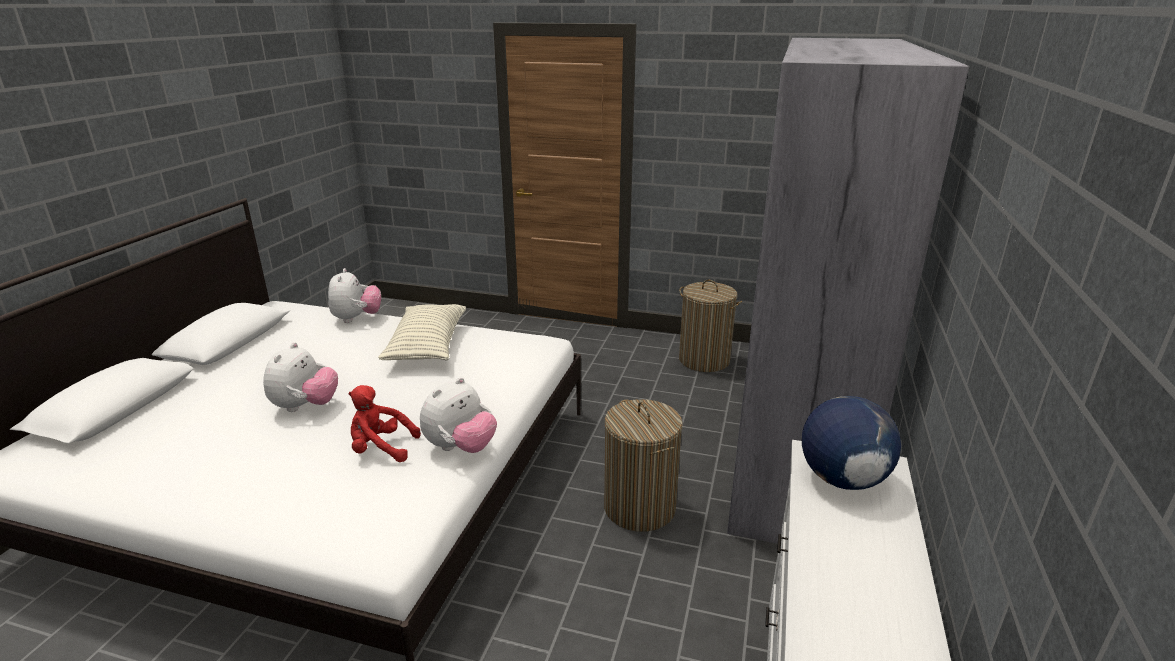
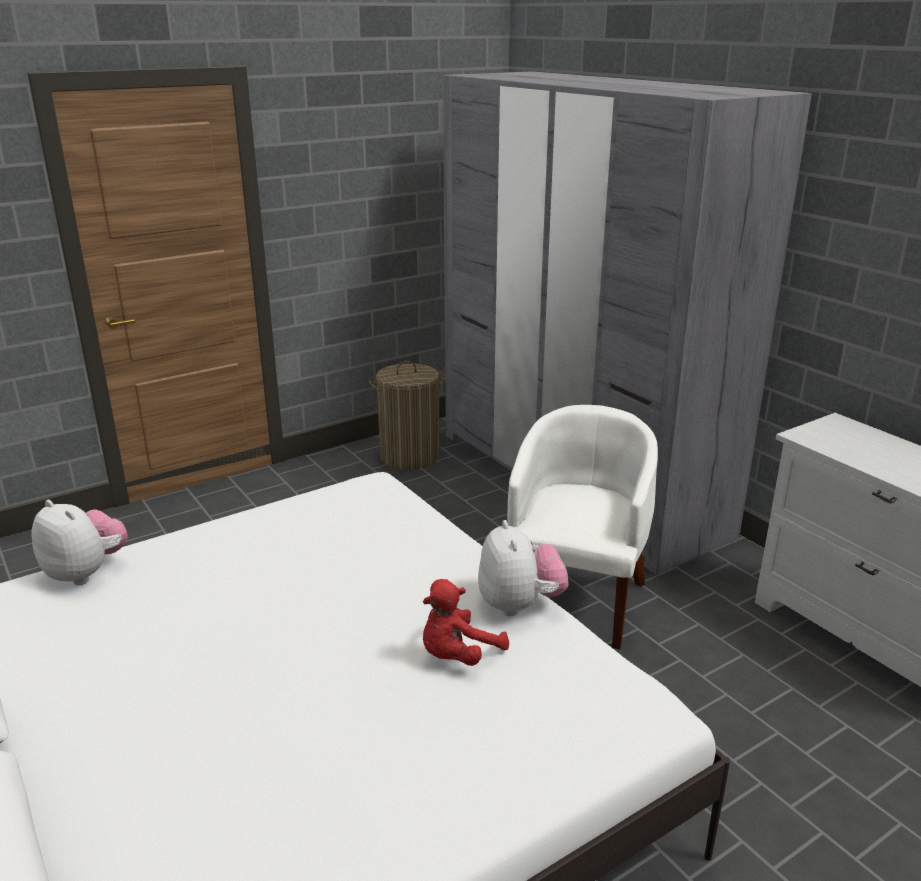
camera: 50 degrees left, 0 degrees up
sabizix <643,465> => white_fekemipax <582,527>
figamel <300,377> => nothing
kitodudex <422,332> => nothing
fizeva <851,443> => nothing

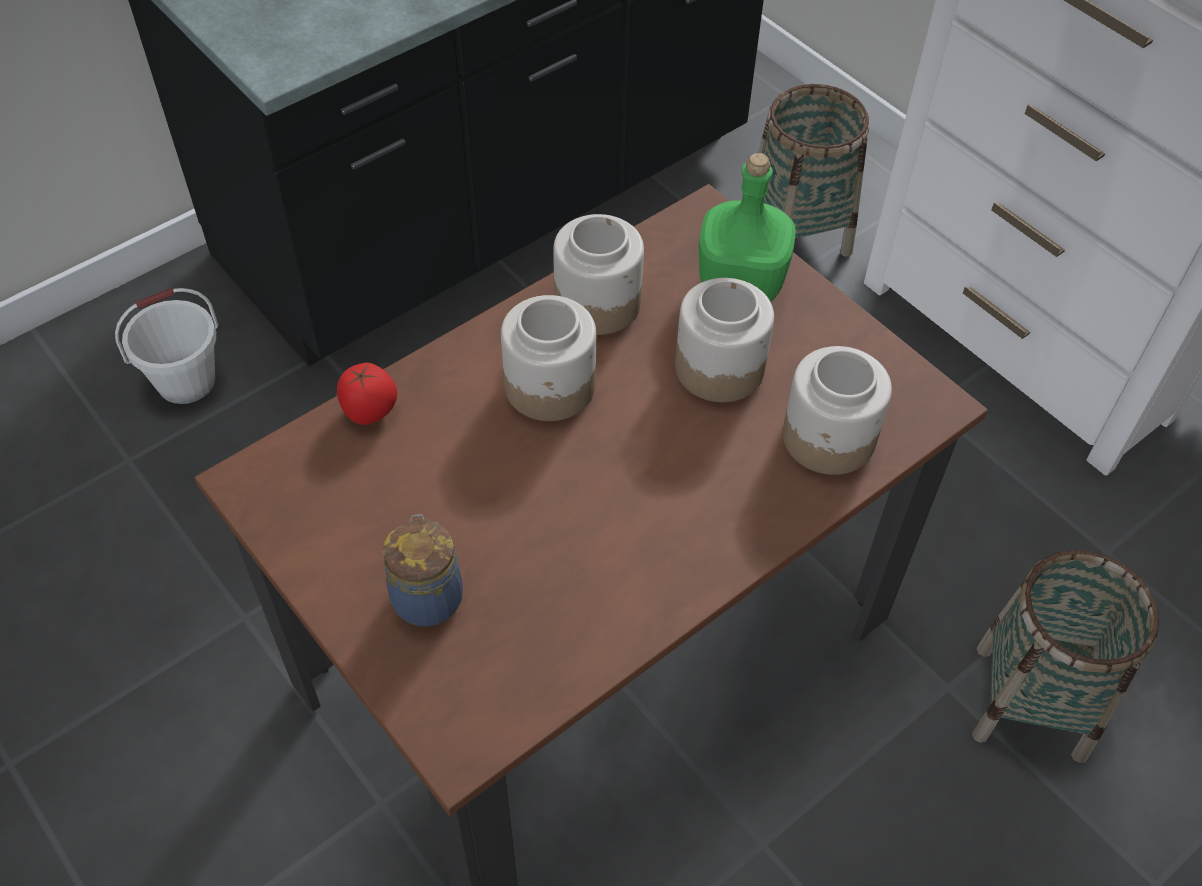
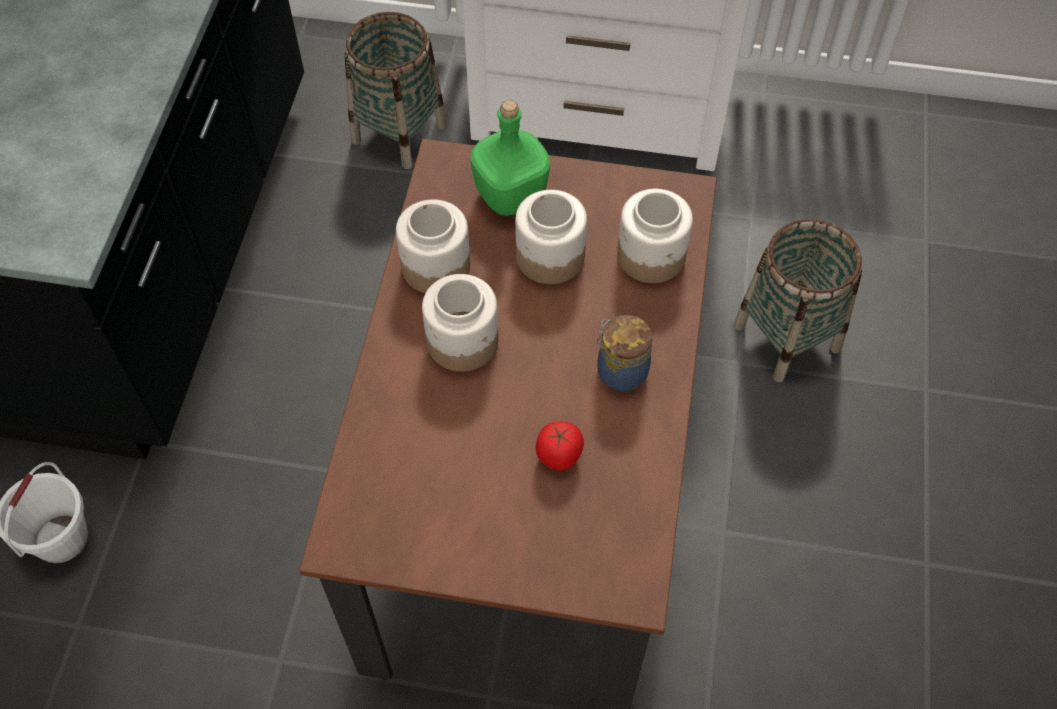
camera: 40 degrees left, 5 degrees up
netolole <367,394> => netolole <560,446>, shifted
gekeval <423,570> => gekeval <624,353>, shifted

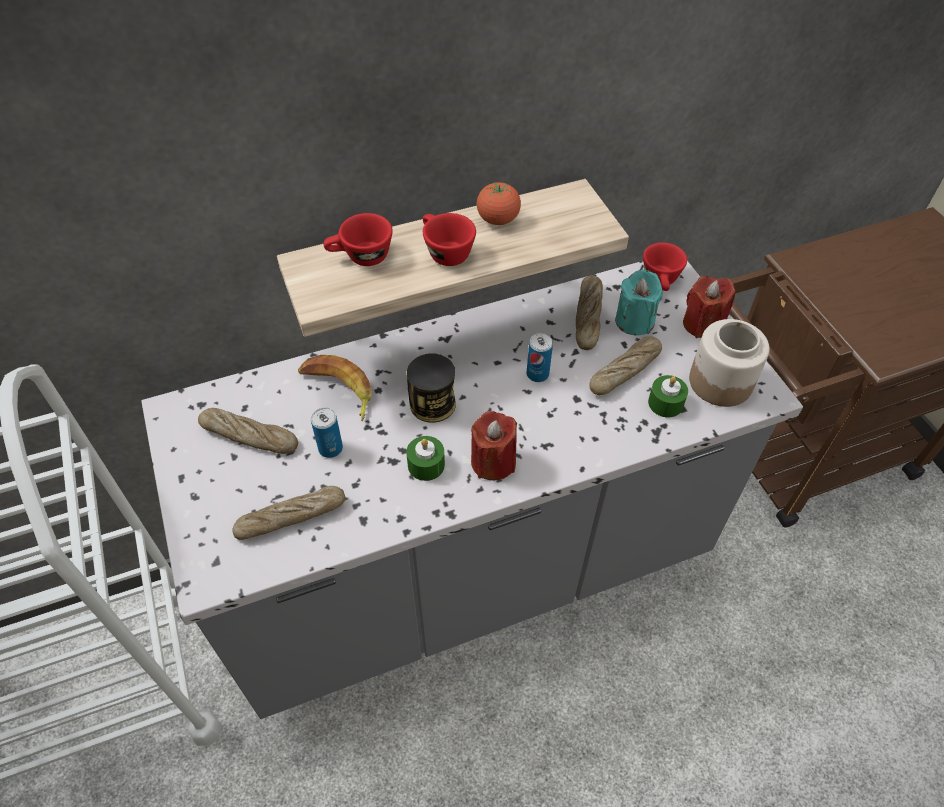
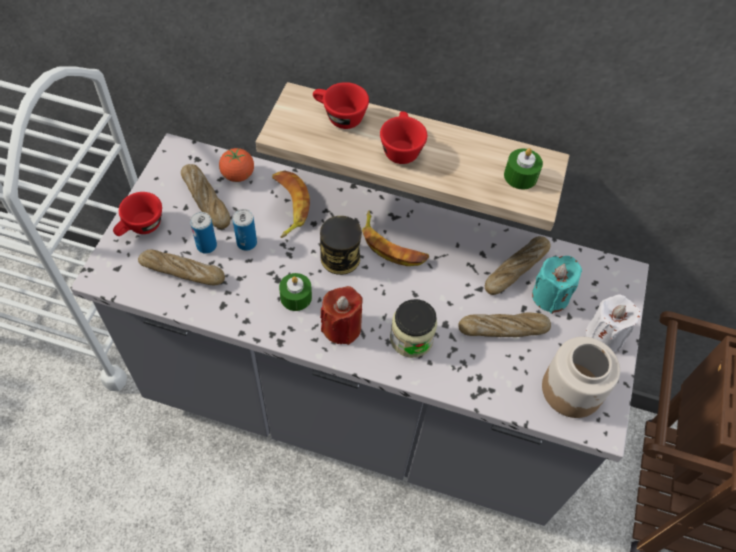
camera: 35 degrees right, 5 degrees up
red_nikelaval <665,267> => red_nikelaval <137,214>, shifted
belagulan <540,357> => belagulan <203,233>, shifted
netolole <499,203> => netolole <236,165>, shifted
nothing => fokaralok <395,238>
nothing => gekeval <413,328>
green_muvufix <668,396> => green_muvufix <523,169>, shifted
red_muvufix <709,307> => white_muvufix <613,323>

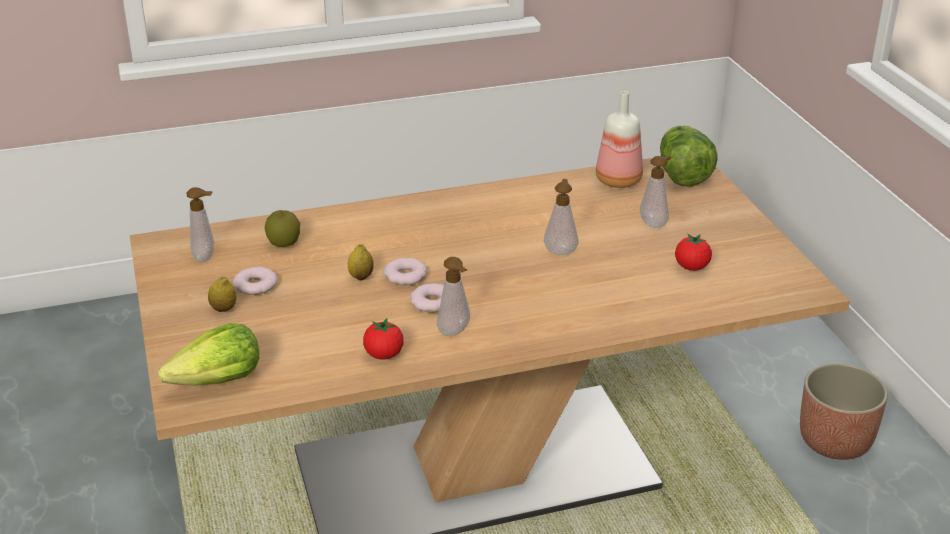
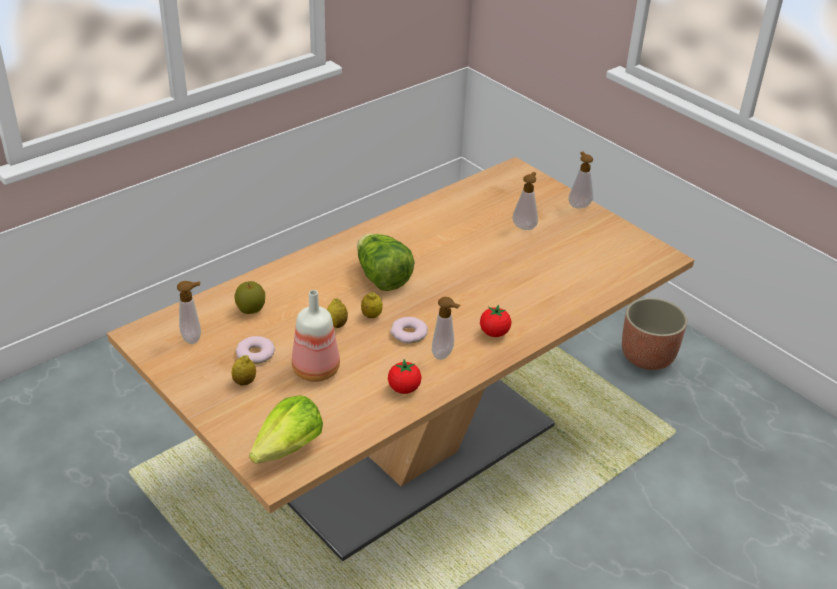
camera: 25 degrees left, 5 degrees up
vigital <619,139> => vigital <316,336>, shifted
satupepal <689,156> => satupepal <386,262>, shifted
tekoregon <405,272> => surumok <372,305>
netolole <693,252> => netolole <495,321>, shifted
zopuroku <561,217> => zopuroku <580,180>, shifted

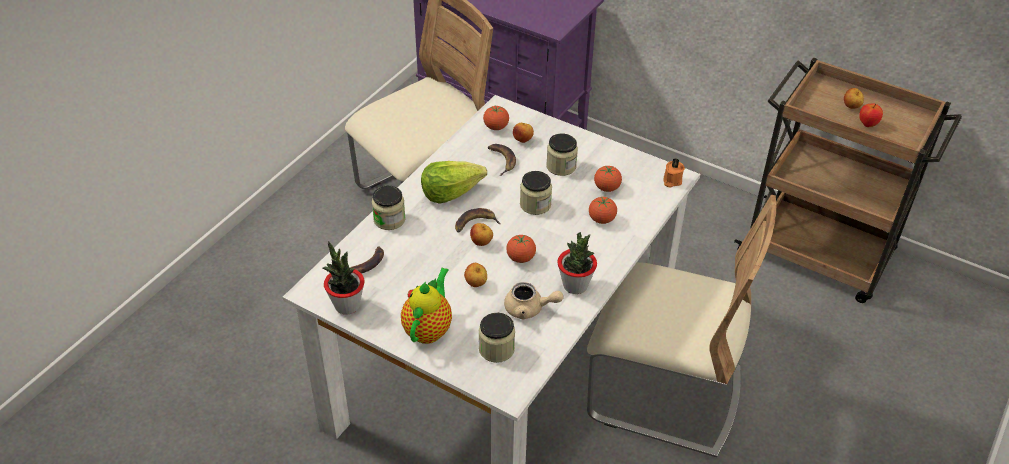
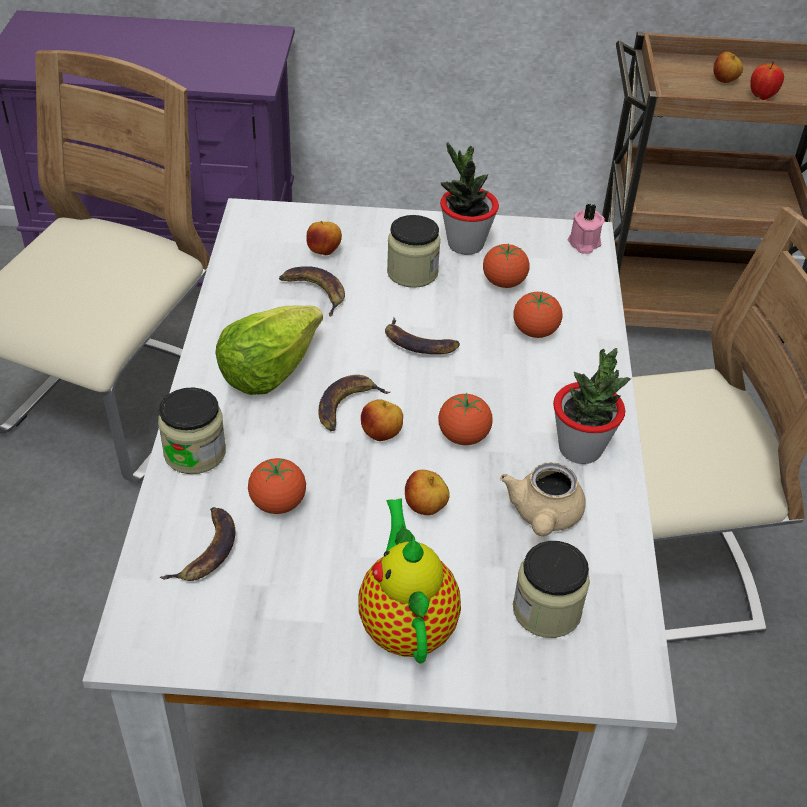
camera: 30 degrees left, 0 degrees up
netolole <496,118> => netolole <277,486>, shifted
gekeval <536,193> => fokaralok <422,336>
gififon <344,278> => gififon <469,198>, shifted
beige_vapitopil <533,300> => beige_vapitopil <543,499>, 120 degrees clockwise
orange_muvufix <674,173> => pink_muvufix <586,228>

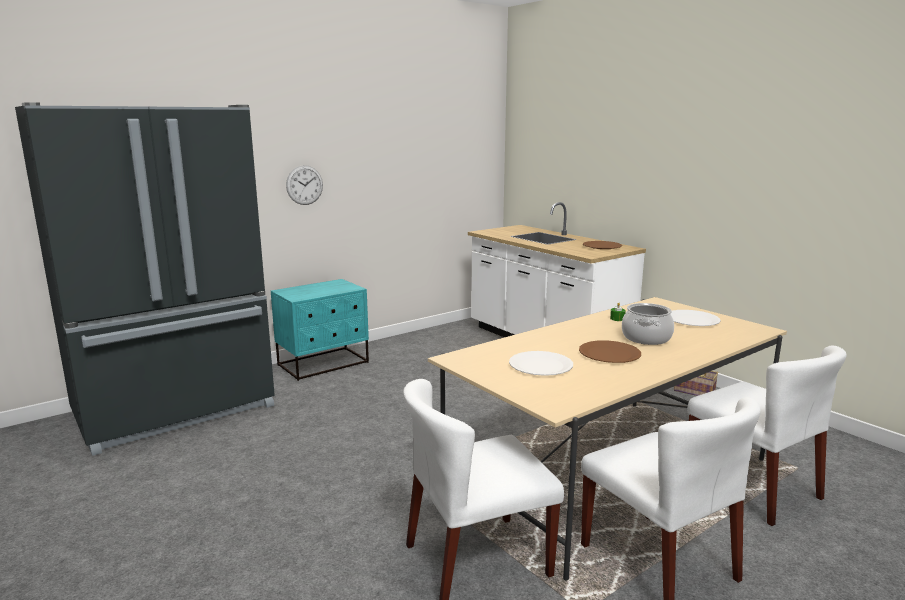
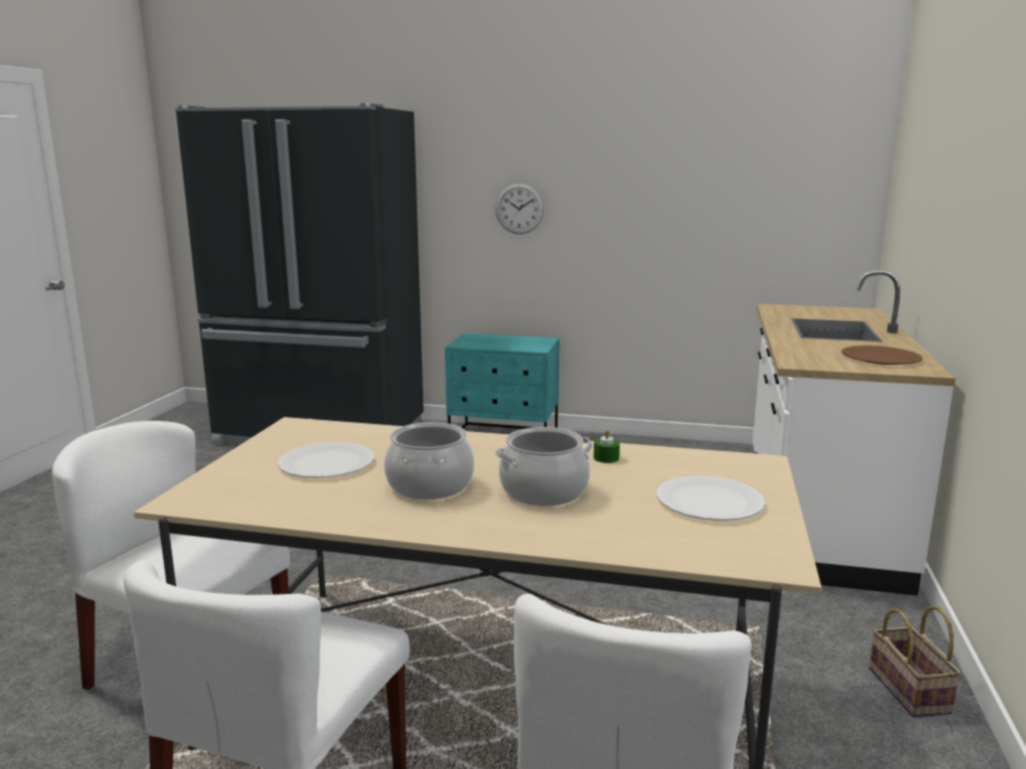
camera: 50 degrees right, 0 degrees up
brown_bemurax <610,351> => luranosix <429,461>

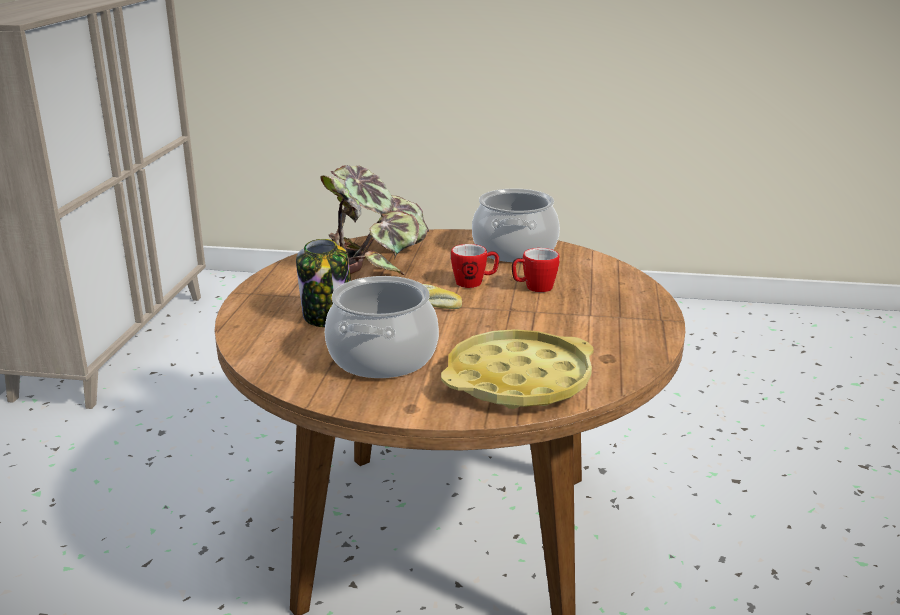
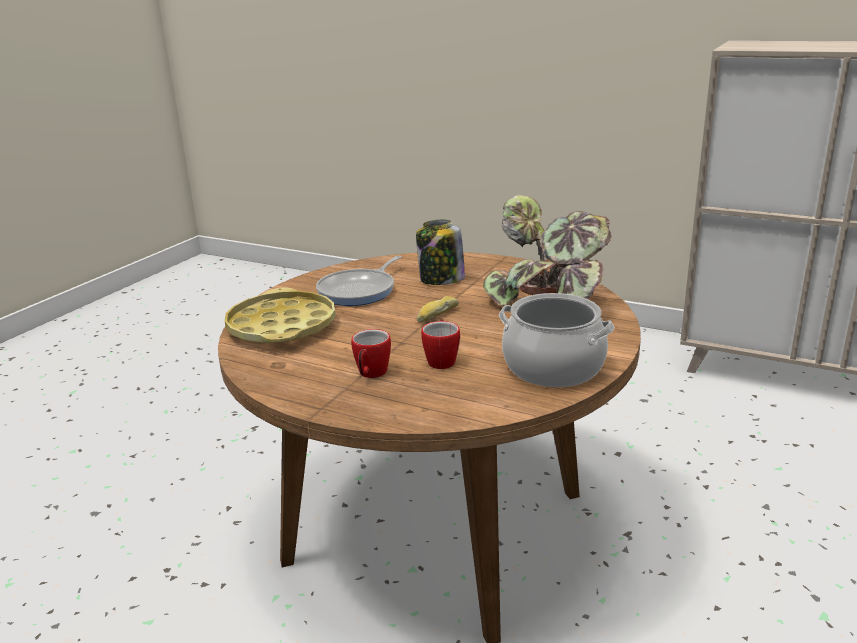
camera: 110 degrees right, 0 degrees up
luranosix <382,327> => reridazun <358,281>
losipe <475,266> => losipe <371,353>, shifted

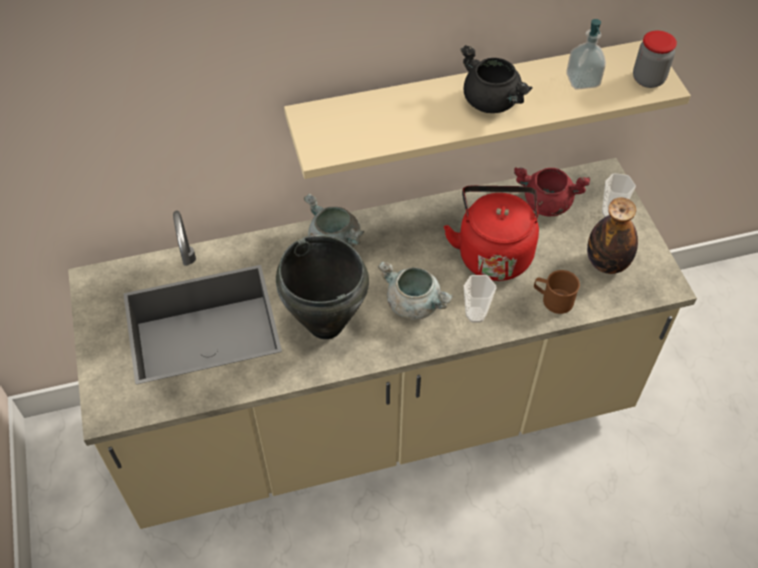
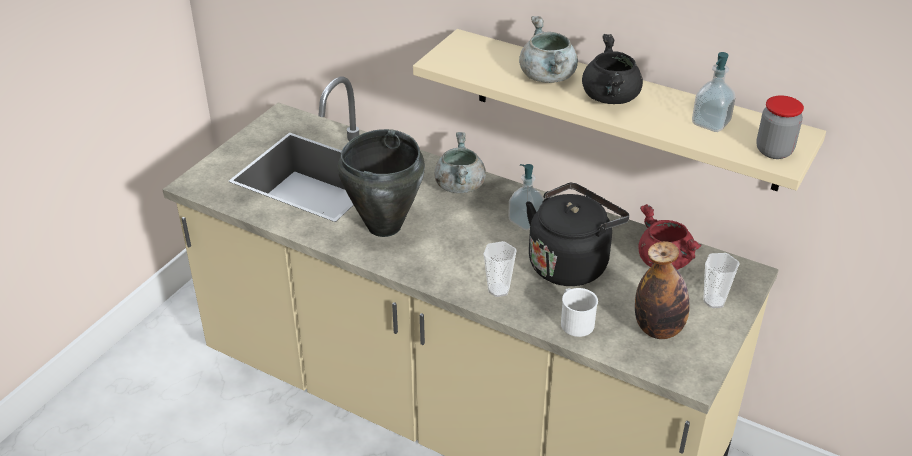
camera: 45 degrees right, 15 degrees down
nothing => zopuroku <526,197>
grey_luranosix <415,290> => grey_luranosix <548,49>, shifted
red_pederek <491,233> => black_pederek <577,234>
brown_losipe <557,292> => white_losipe <579,312>

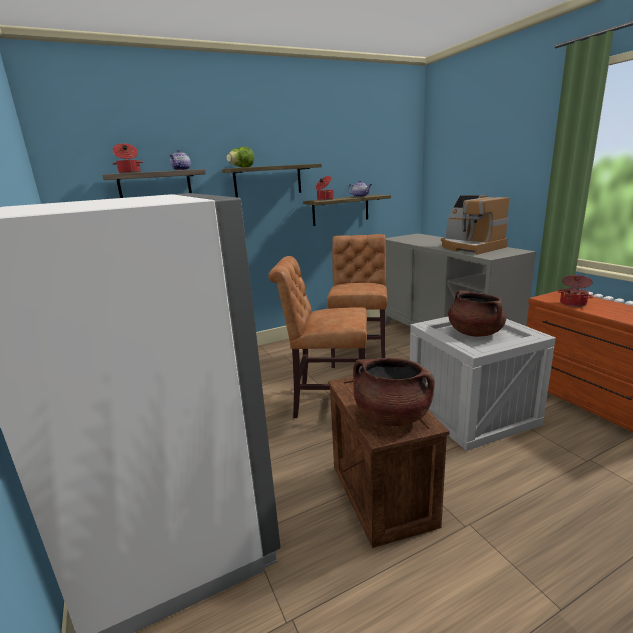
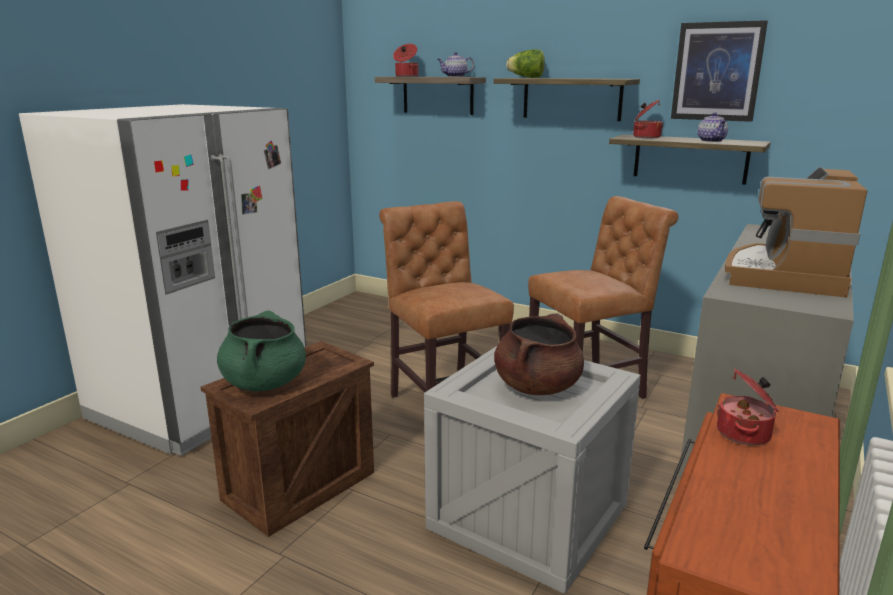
camera: 55 degrees right, 0 degrees up
brown_luranosix <394,392> => green_luranosix <261,350>
nothing => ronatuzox <719,71>

